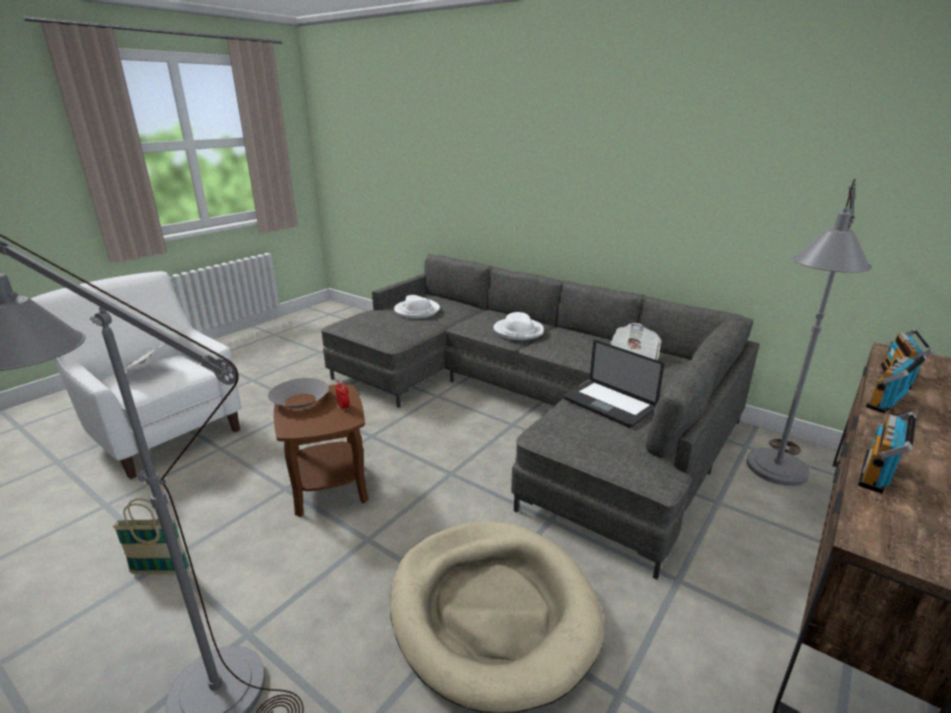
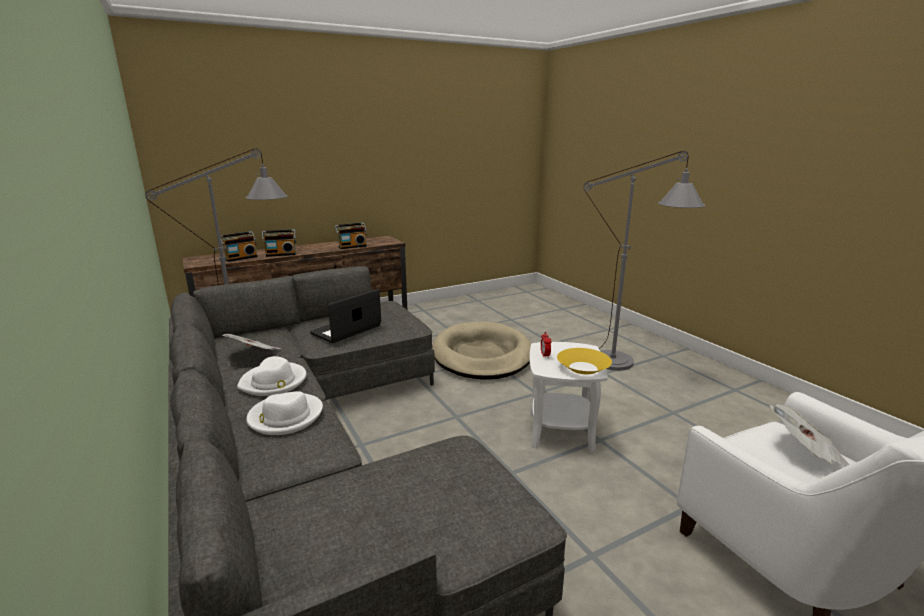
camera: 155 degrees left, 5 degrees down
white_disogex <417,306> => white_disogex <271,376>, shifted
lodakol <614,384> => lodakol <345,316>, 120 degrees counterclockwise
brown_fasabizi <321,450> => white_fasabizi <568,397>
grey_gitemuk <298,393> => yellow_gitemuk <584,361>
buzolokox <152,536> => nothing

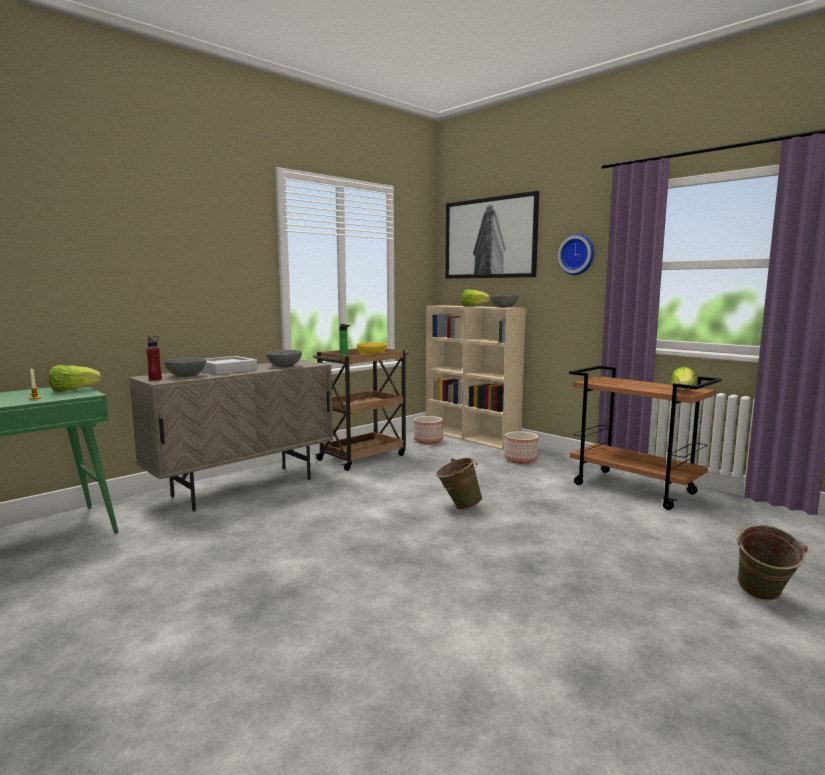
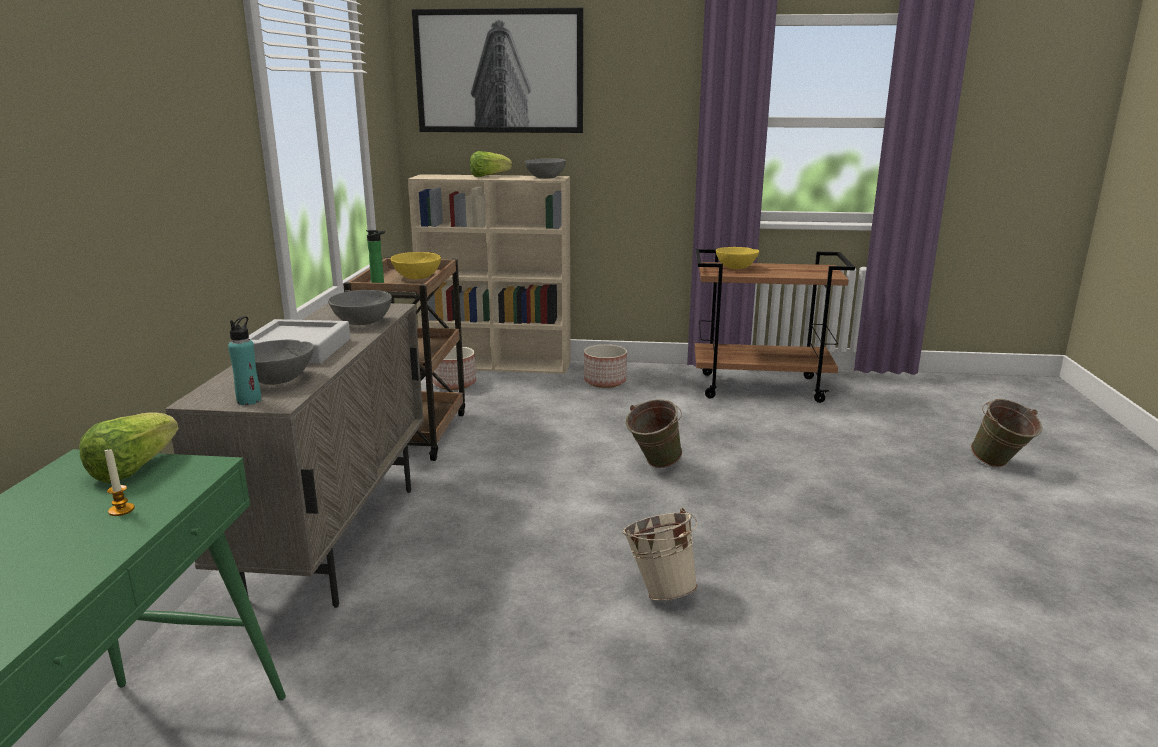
camera: 40 degrees left, 10 degrees up
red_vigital <154,358> => turquoise_vigital <244,360>
nothing => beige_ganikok <660,554>
nothing => yellow_gitemuk <737,258>
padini <576,254> => nothing
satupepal <684,378> => nothing

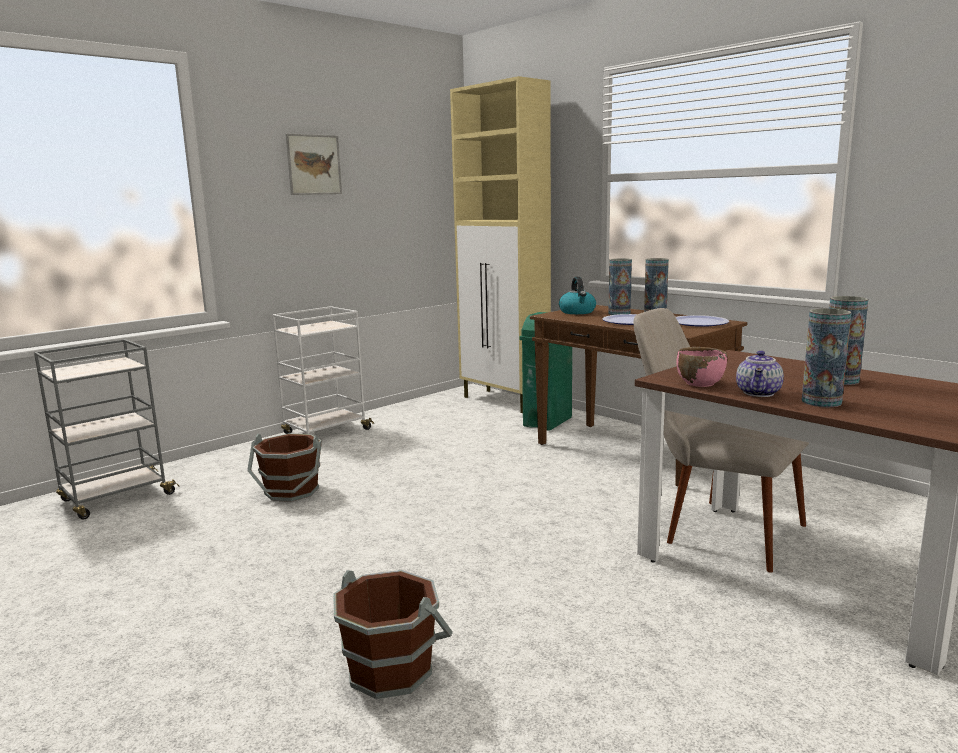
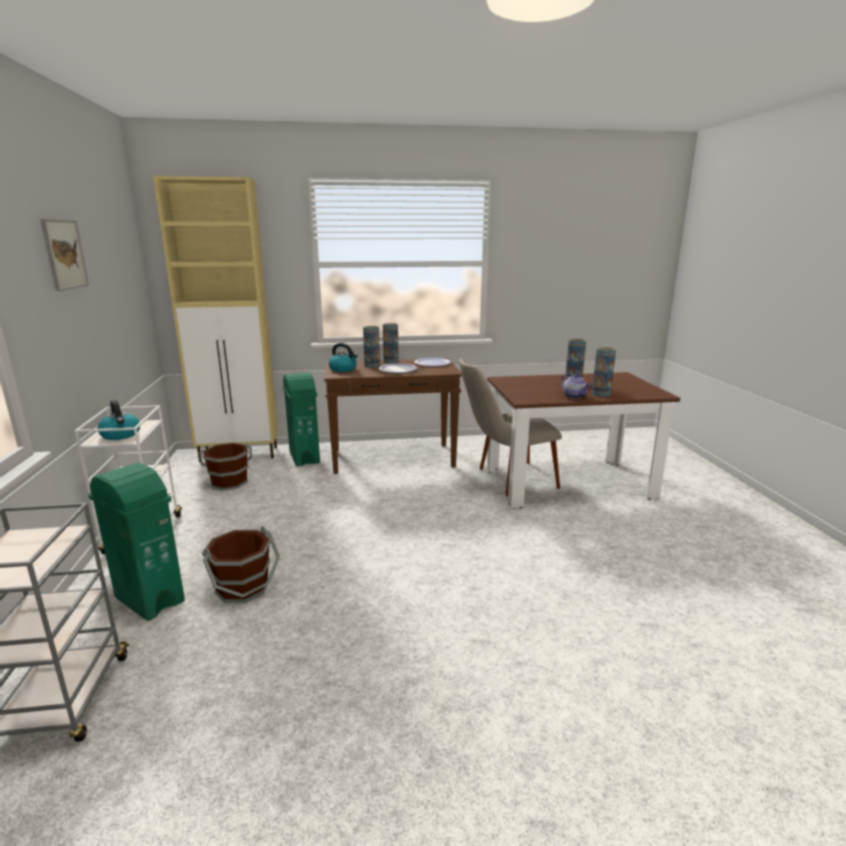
camera: 55 degrees left, 5 degrees up
nothing => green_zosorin <136,542>
nothing => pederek <118,420>
brown_ganikok <393,634> => brown_ganikok <225,466>, shifted
pink_gitemuk <701,367> => nothing

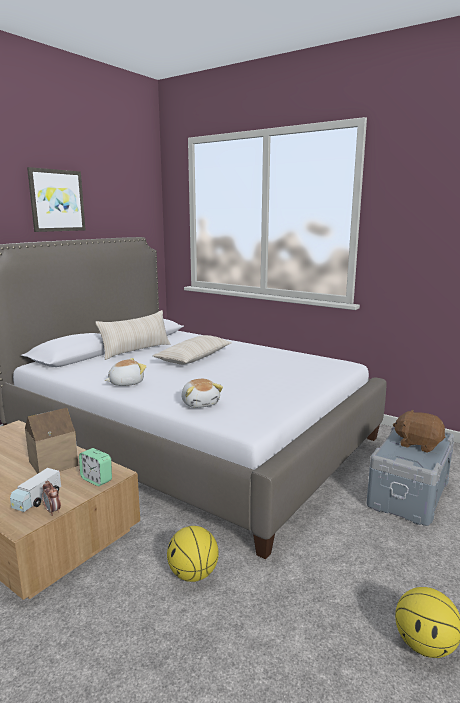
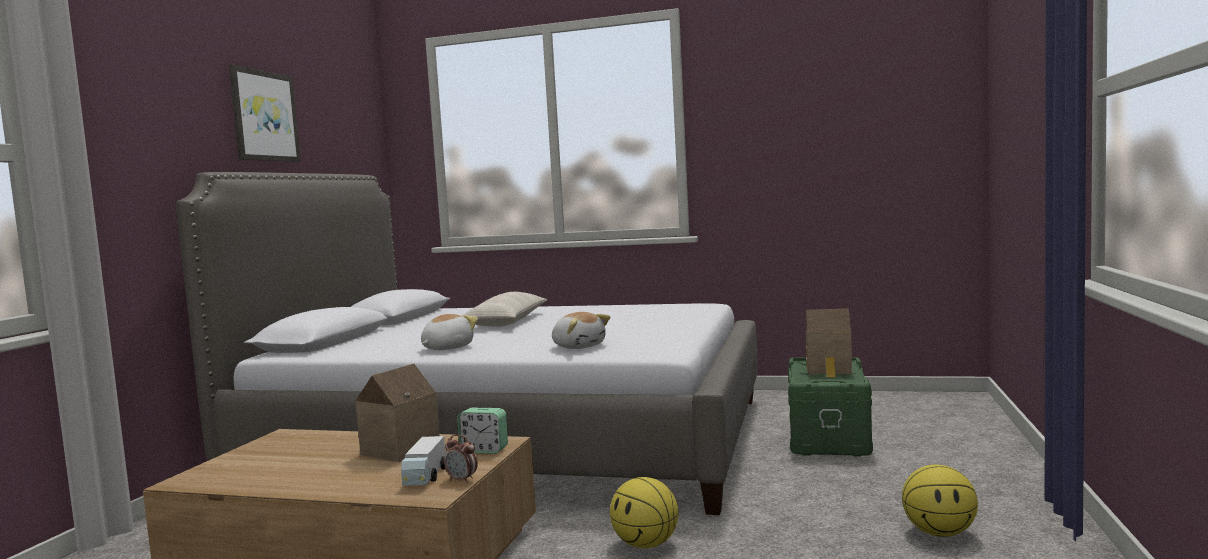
camera: 20 degrees left, 10 degrees down
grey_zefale <410,476> => green_zefale <830,407>
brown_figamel <419,431> => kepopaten <829,343>
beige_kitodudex <132,335> => nothing

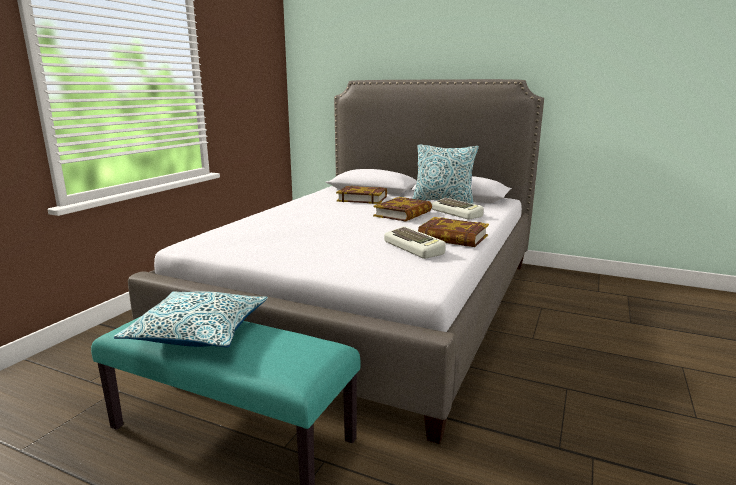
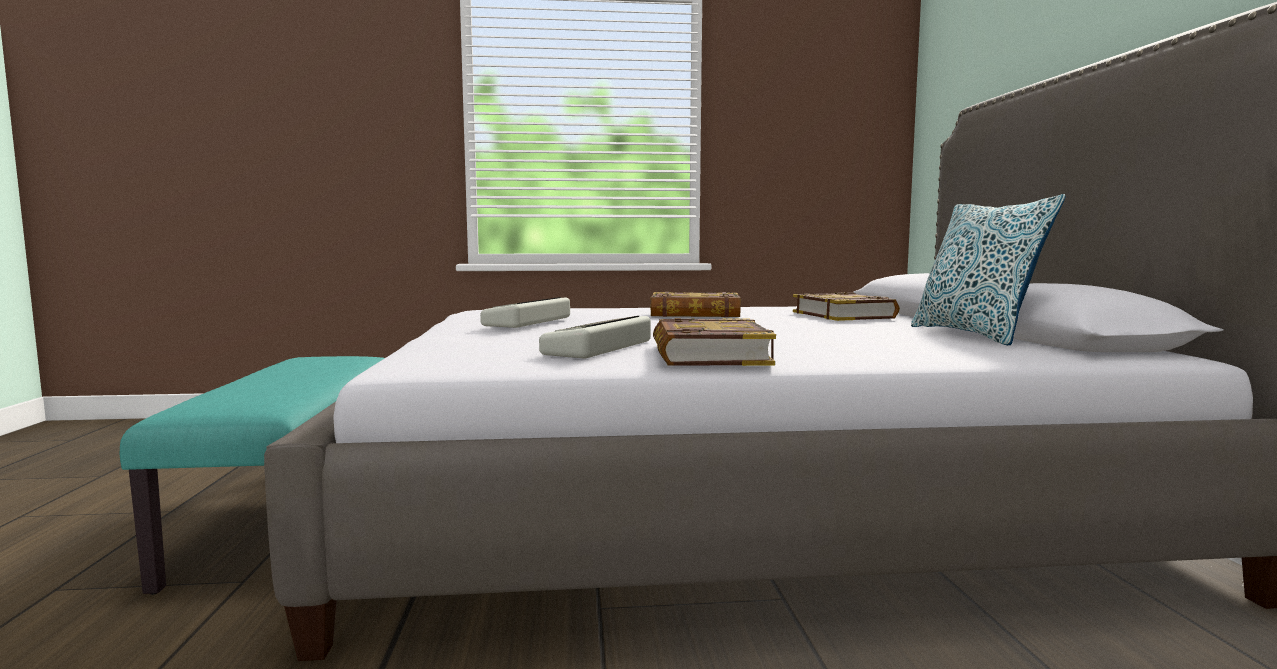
camera: 60 degrees right, 10 degrees down
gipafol <458,209> => gipafol <525,312>, shifted
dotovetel <402,209> => dotovetel <696,304>, shifted
kitodudex <191,319> => nothing

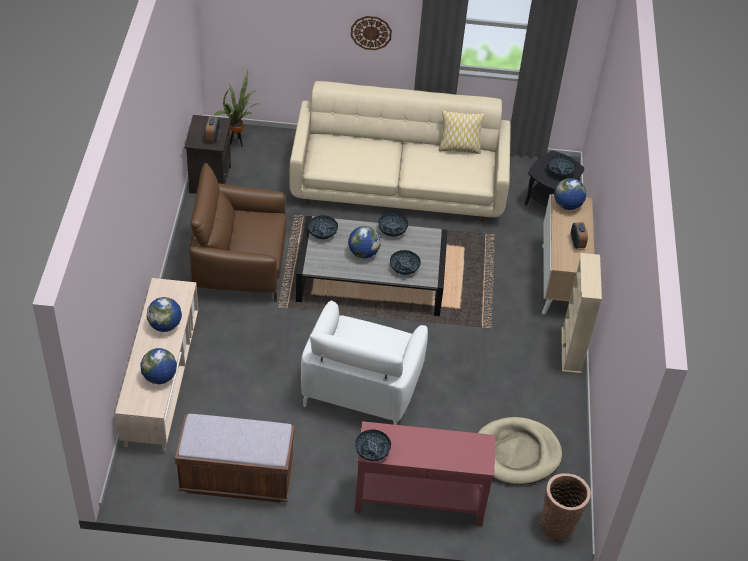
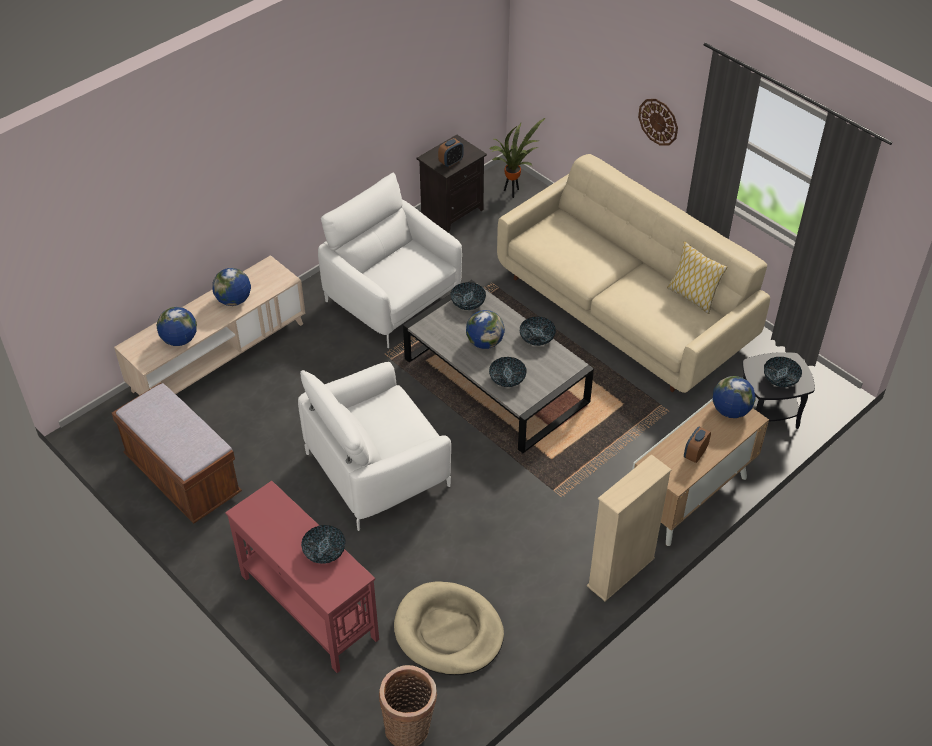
camera: 45 degrees right, 0 degrees up
gitemuk <373,445> => gitemuk <323,544>, shifted
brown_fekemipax <238,232> => white_fekemipax <390,260>

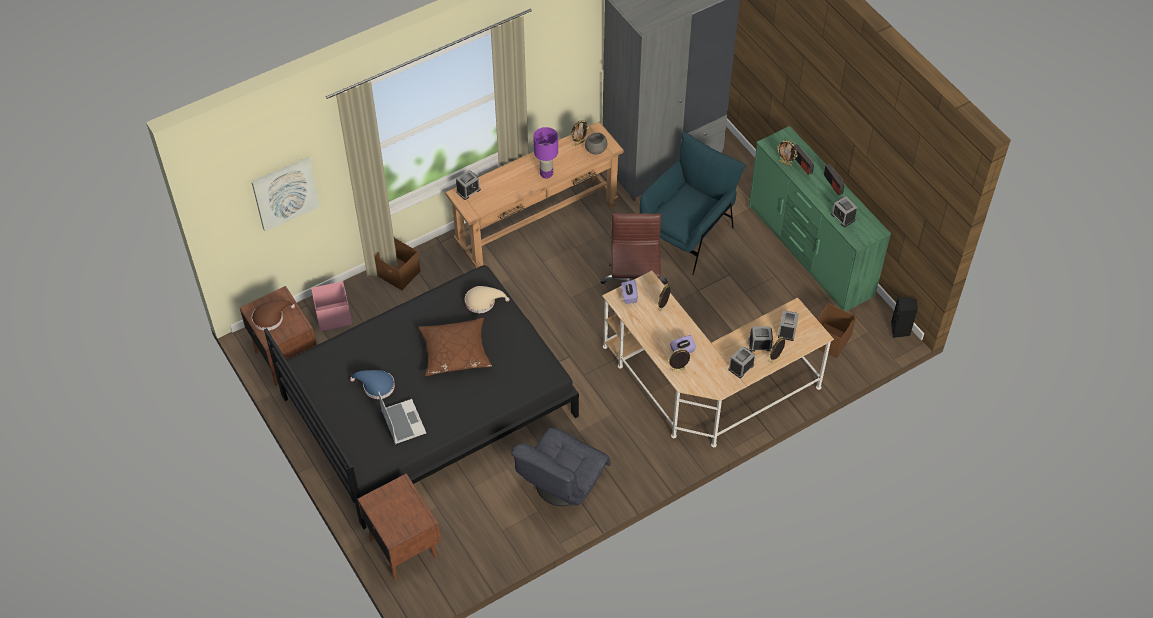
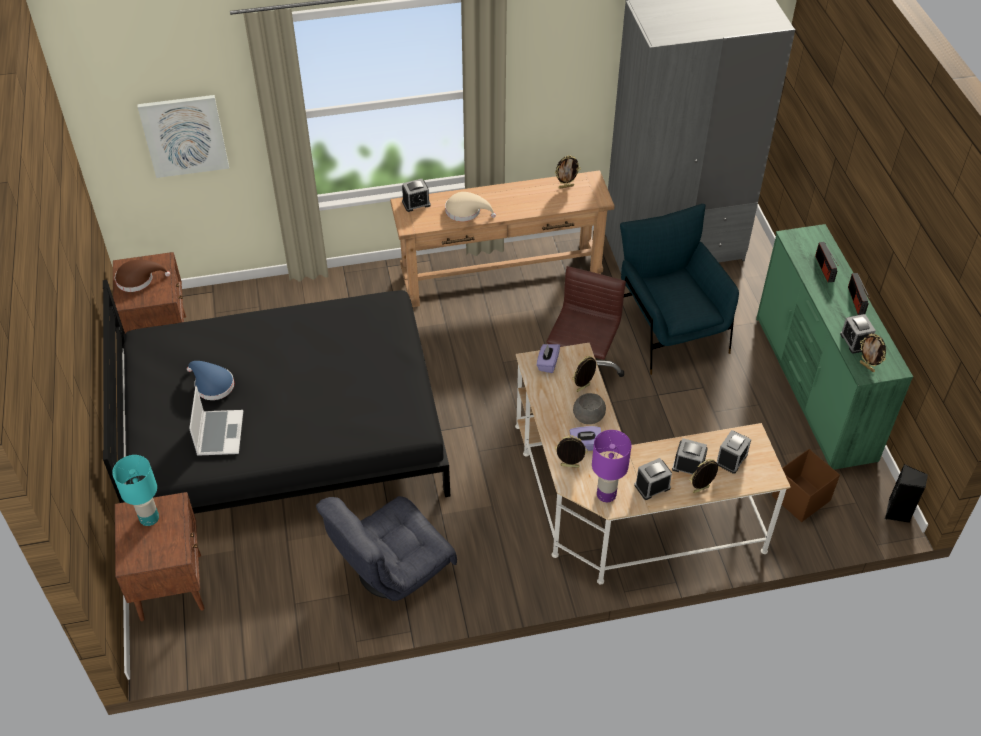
camera: 20 degrees right, 5 degrees down
nothing => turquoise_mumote <135,490>
beige_disogex <487,299> => beige_disogex <470,207>, shifted
grey_gitemuk <596,143> => grey_gitemuk <589,408>, shifted
purple_mumote <545,153> => purple_mumote <611,466>, shifted
blue_fekemipax <692,203> => blue_fekemipax <679,289>, 75 degrees counterclockwise
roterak <787,153> => roterak <873,353>, shifted
pink_zefale <331,306> => nothing
brown_zefale <397,264> => nothing
brown_kitodudex <455,347> => nothing

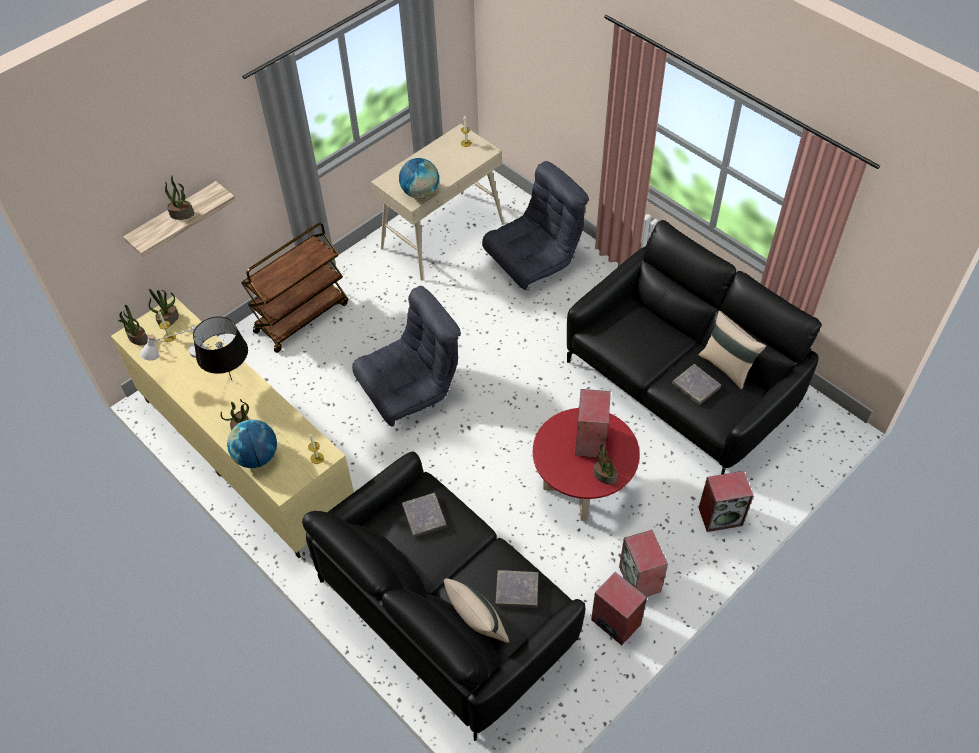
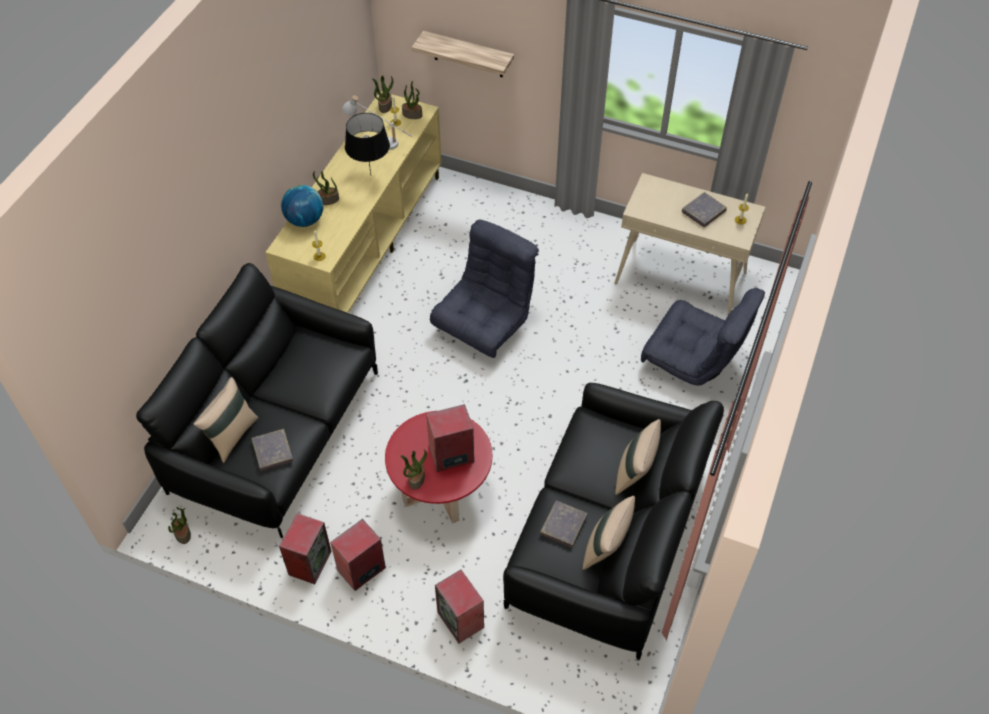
camera: 65 degrees right, 0 degrees up
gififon <179,197> => gififon <179,525>, shifted
grey_fekemipax <406,356> => grey_fekemipax <484,289>, 90 degrees counterclockwise
nothing => beige_kitodudex <638,457>
grey_dotovetel <424,515> => grey_dotovetel <704,209>, shifted
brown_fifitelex <294,288> => nothing
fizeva <419,178> => nothing

